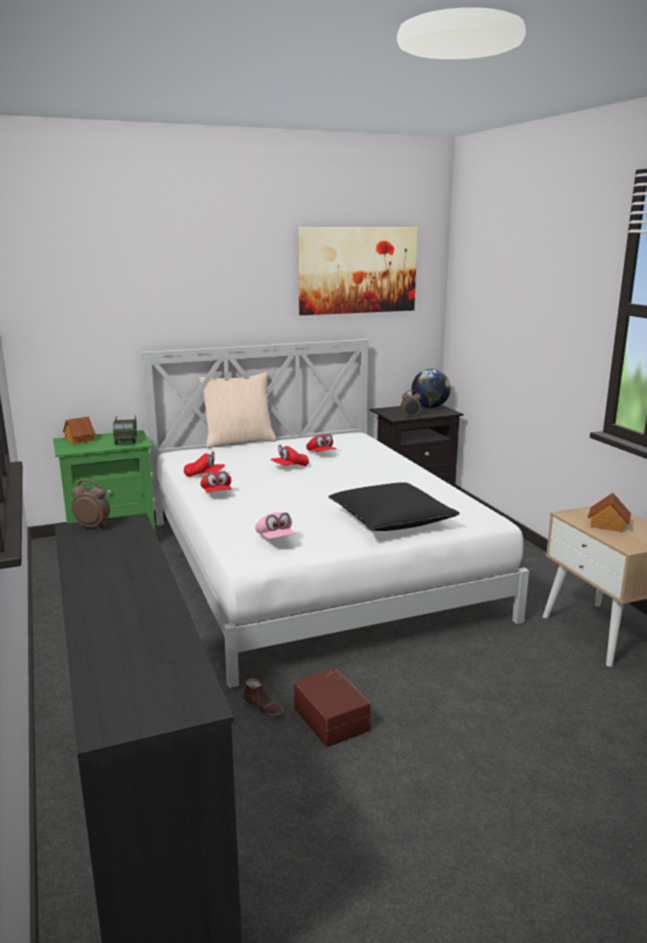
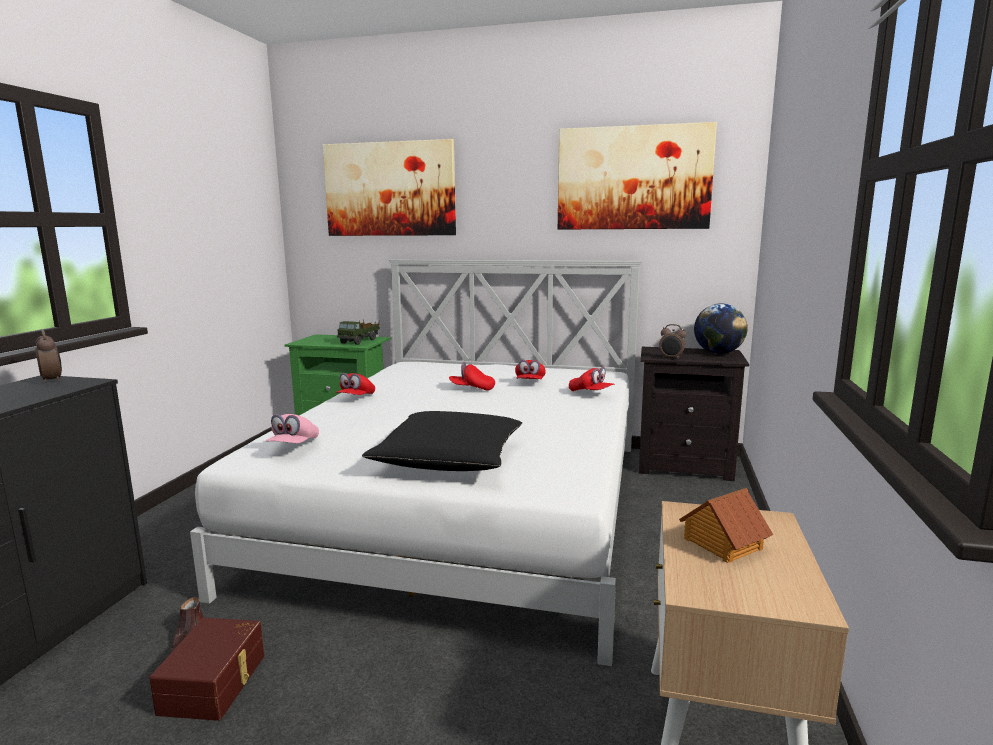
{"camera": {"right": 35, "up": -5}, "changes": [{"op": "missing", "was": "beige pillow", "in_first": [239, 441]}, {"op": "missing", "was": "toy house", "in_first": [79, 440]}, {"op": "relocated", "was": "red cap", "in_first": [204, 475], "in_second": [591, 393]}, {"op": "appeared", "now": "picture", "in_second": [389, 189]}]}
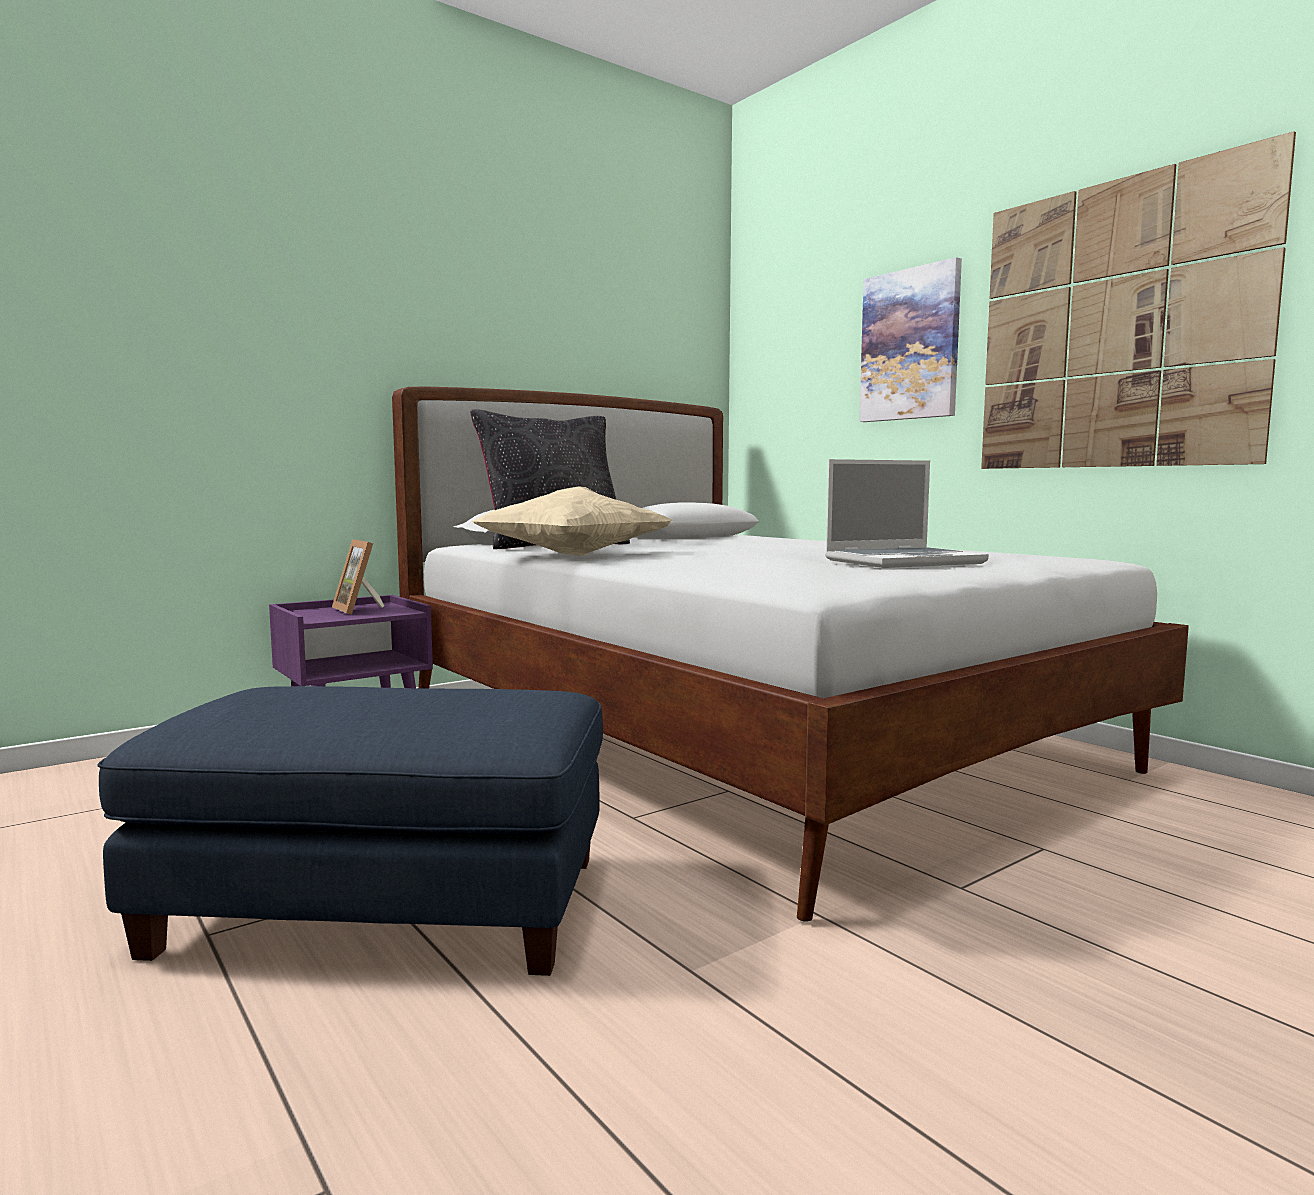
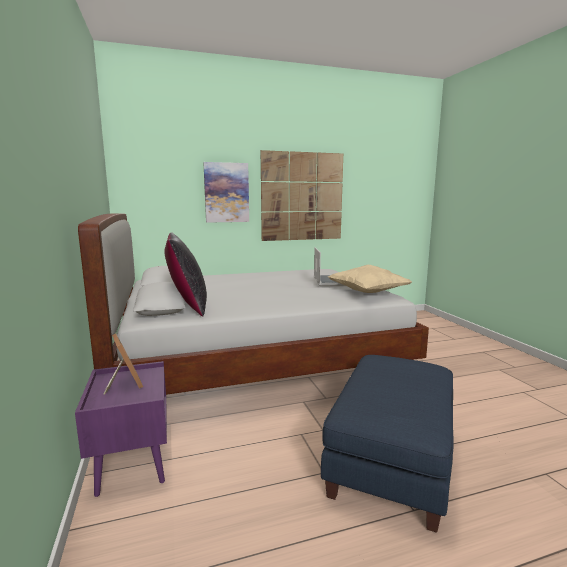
{"camera": {"right": -70, "up": 5}, "changes": [{"op": "relocated", "was": "beige pillow", "in_first": [572, 555], "in_second": [368, 293]}, {"op": "spun", "was": "picture frame", "in_first": [360, 610], "in_second": [124, 384], "clockwise": -105}]}
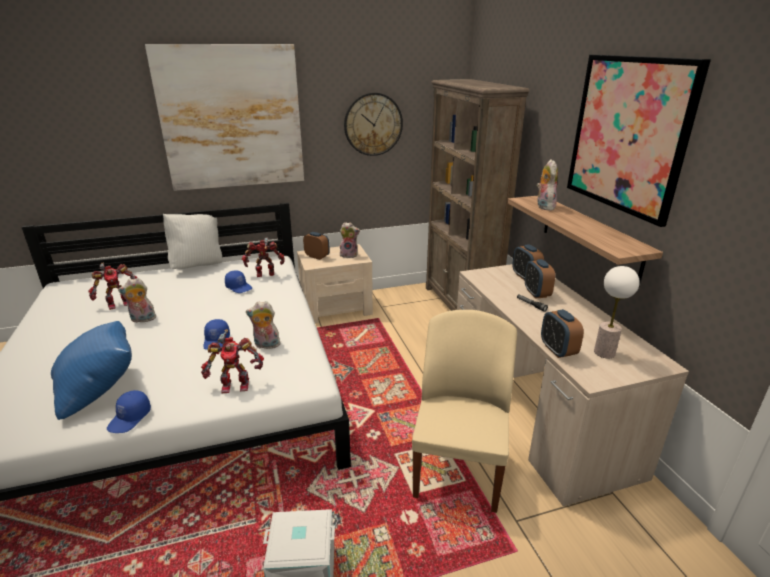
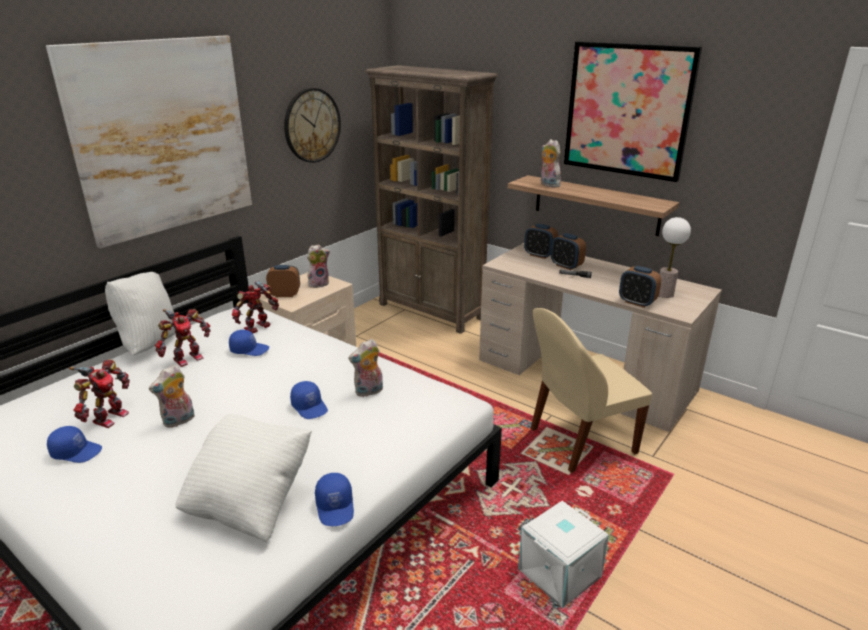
{"camera": {"right": -35, "up": 0}, "changes": [{"op": "spun", "was": "beige chair", "in_first": [459, 470], "in_second": [579, 441], "clockwise": -90}, {"op": "colour", "was": "blue pillow", "now": "white pillow", "in_first": [99, 389], "in_second": [250, 502]}, {"op": "relocated", "was": "toy robot", "in_first": [235, 384], "in_second": [187, 358]}, {"op": "appeared", "now": "blue cap", "in_second": [77, 451]}]}
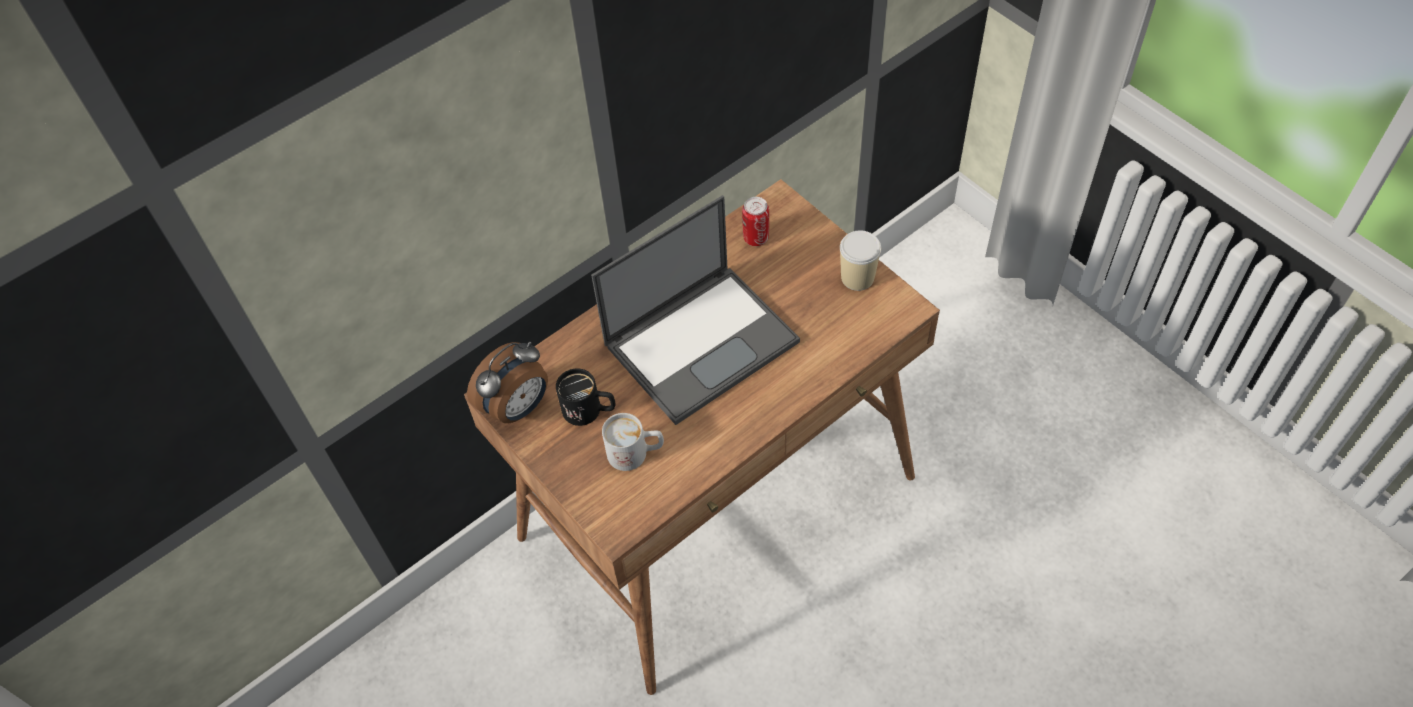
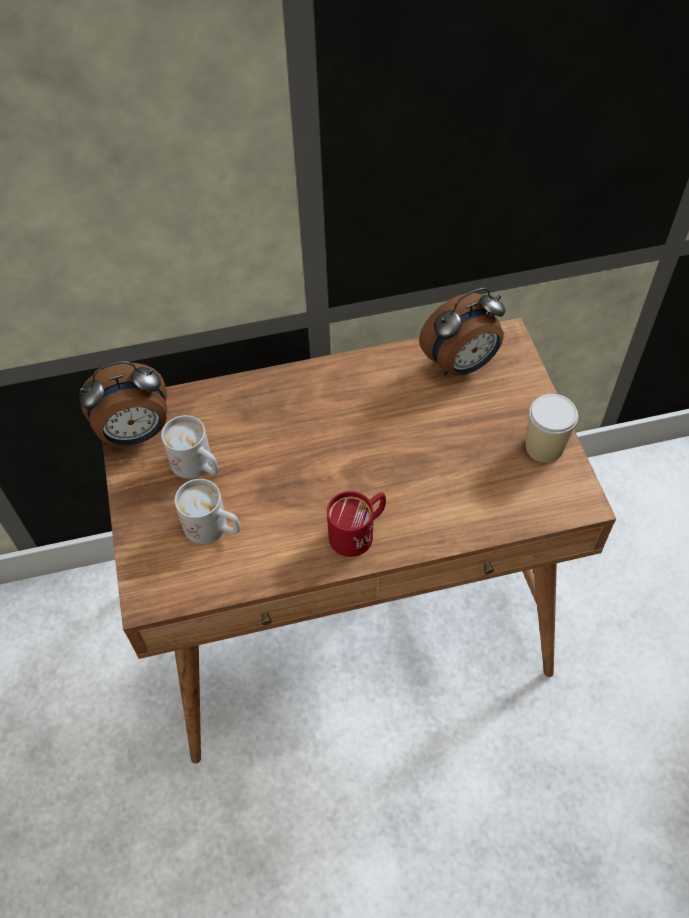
{"camera": {"right": 25, "up": 0}, "changes": [{"op": "missing", "was": "laptop", "in_first": [702, 341]}, {"op": "exchanged", "was": "can", "now": "alarm clock", "in_first": [756, 238], "in_second": [461, 365]}, {"op": "colour", "was": "black mug", "now": "white mug", "in_first": [590, 411], "in_second": [198, 466]}, {"op": "appeared", "now": "red mug", "in_second": [359, 531]}]}
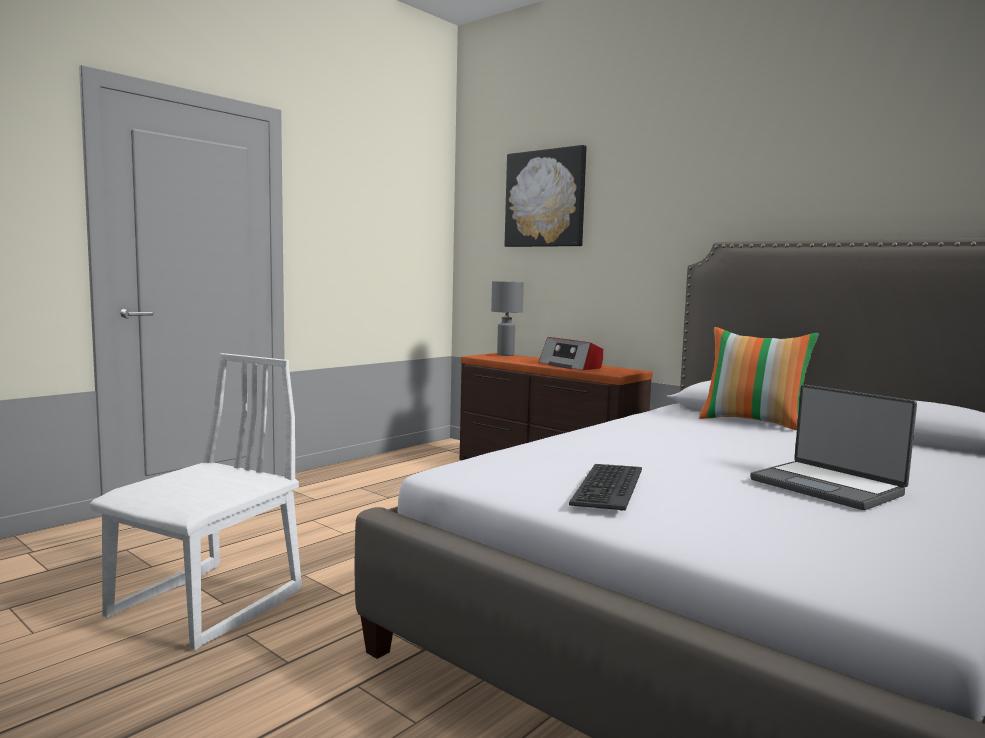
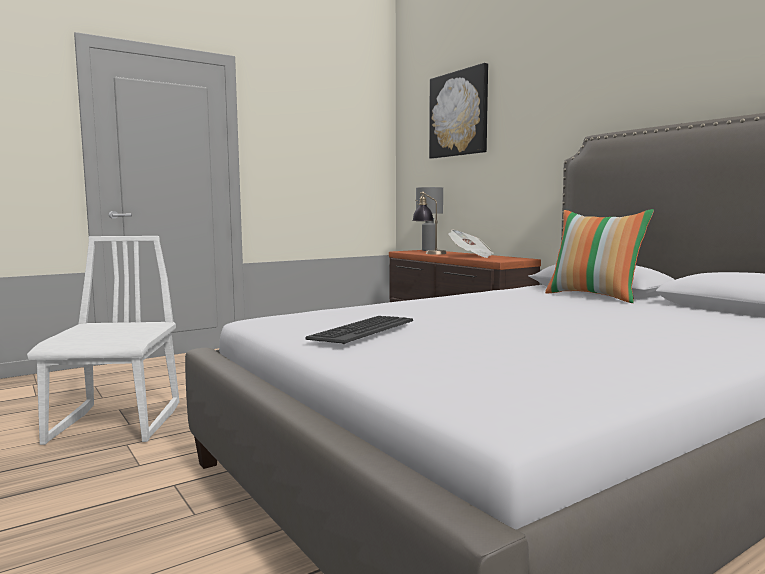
{"camera": {"right": 15, "up": 0}, "changes": [{"op": "exchanged", "was": "radio", "now": "newspaper", "in_first": [571, 366], "in_second": [471, 256]}, {"op": "spun", "was": "white chair", "in_first": [208, 605], "in_second": [117, 424], "clockwise": -45}, {"op": "missing", "was": "laptop", "in_first": [828, 487]}, {"op": "appeared", "now": "table lamp", "in_second": [429, 253]}]}
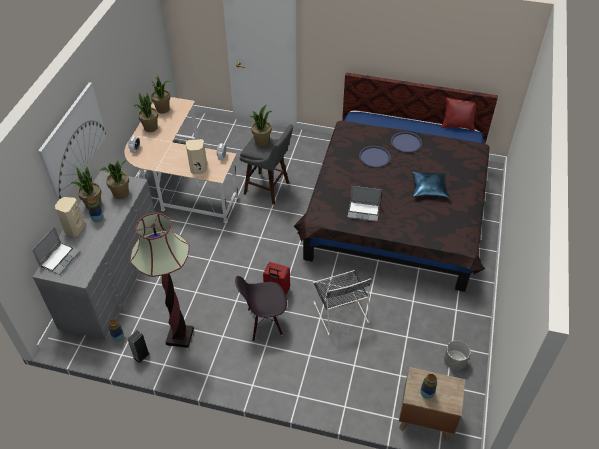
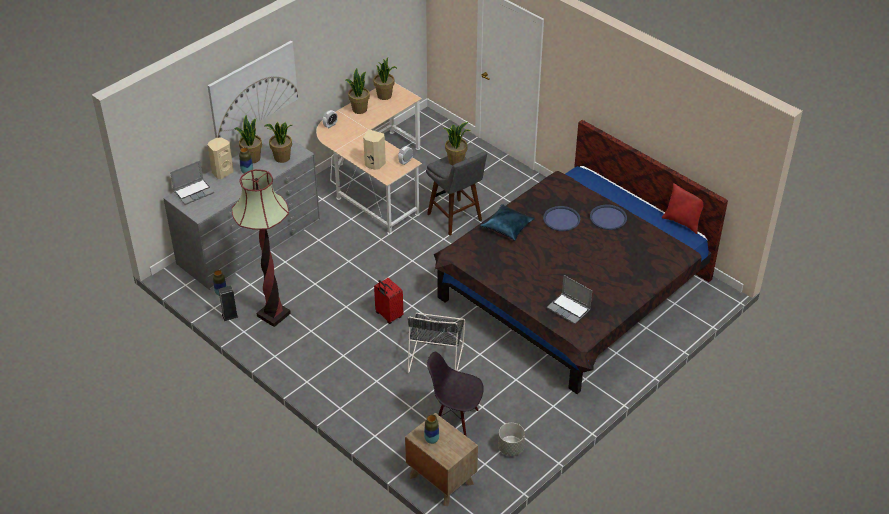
{"camera": {"right": 30, "up": -5}, "changes": [{"op": "relocated", "was": "blue pillow", "in_first": [429, 188], "in_second": [507, 227]}, {"op": "relocated", "was": "laptop", "in_first": [364, 211], "in_second": [569, 309]}, {"op": "relocated", "was": "black chair", "in_first": [264, 323], "in_second": [455, 420]}]}
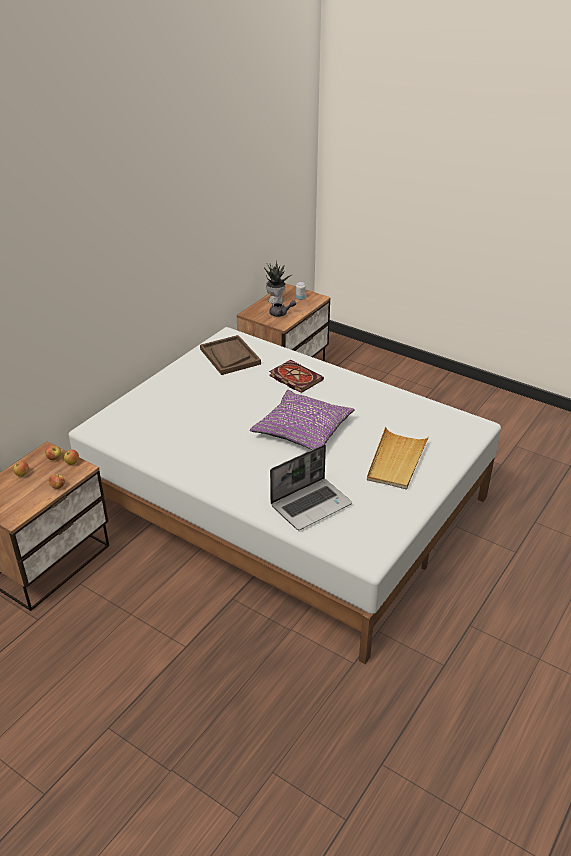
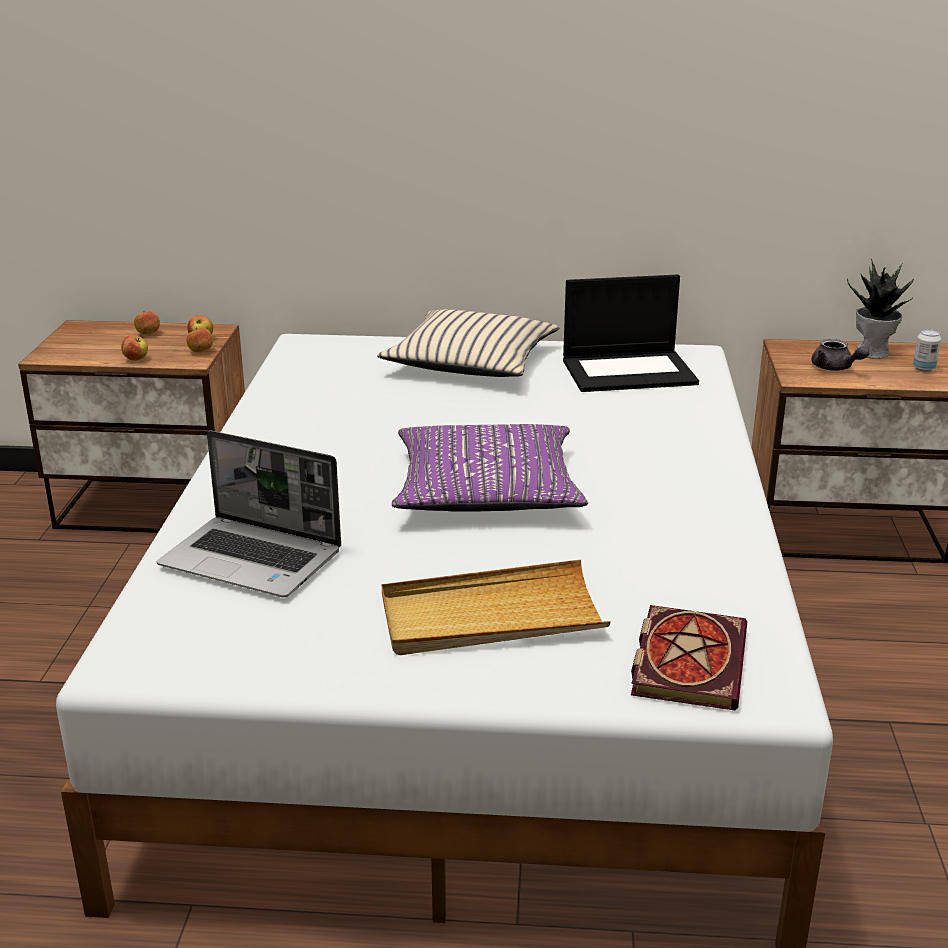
{"camera": {"right": 60, "up": -10}, "changes": [{"op": "exchanged", "was": "brown tray", "now": "laptop", "in_first": [230, 356], "in_second": [630, 371]}, {"op": "relocated", "was": "book", "in_first": [294, 378], "in_second": [687, 660]}, {"op": "appeared", "now": "beige pillow", "in_second": [471, 361]}]}
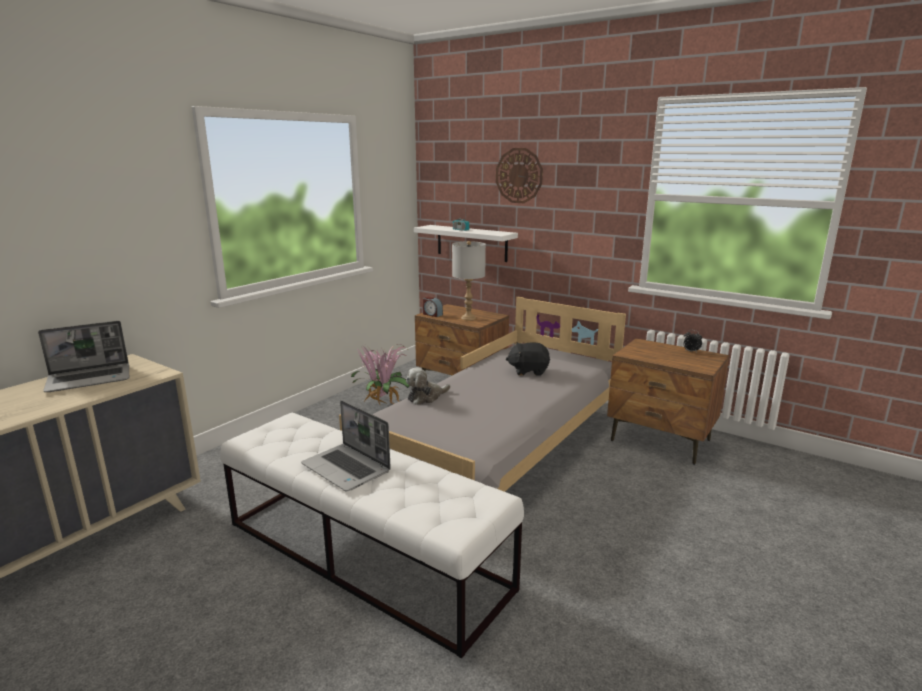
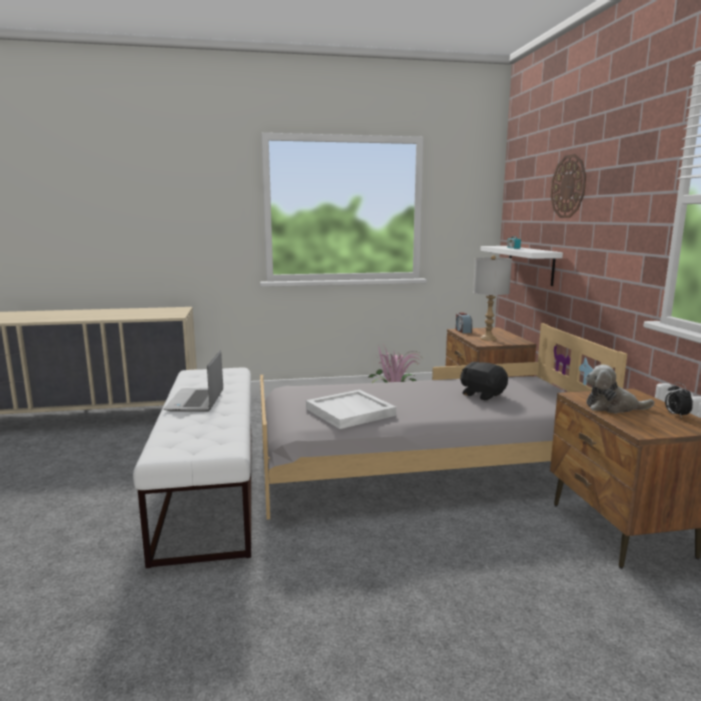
{"camera": {"right": 45, "up": -5}, "changes": [{"op": "missing", "was": "laptop", "in_first": [90, 379]}, {"op": "relocated", "was": "plush toy", "in_first": [426, 397], "in_second": [612, 407]}, {"op": "appeared", "now": "white tray", "in_second": [351, 412]}]}
